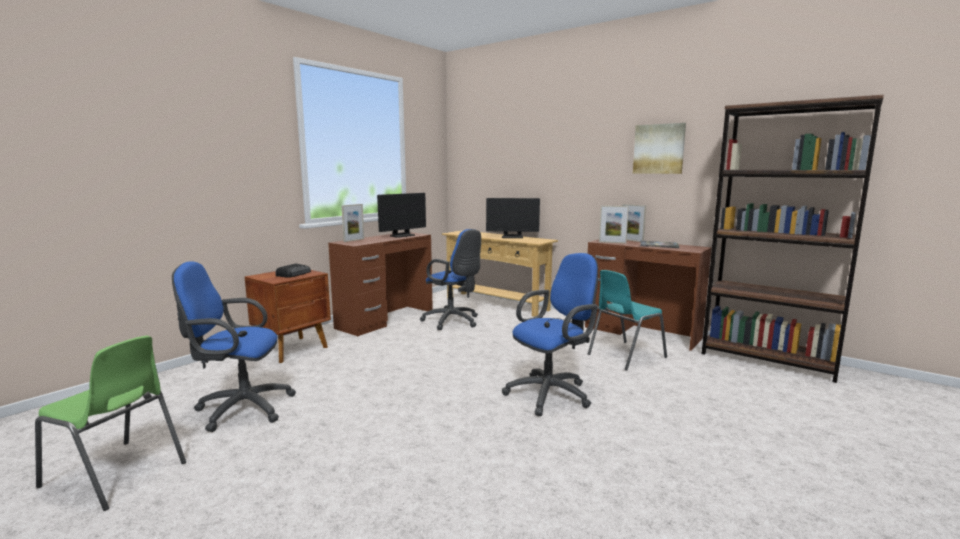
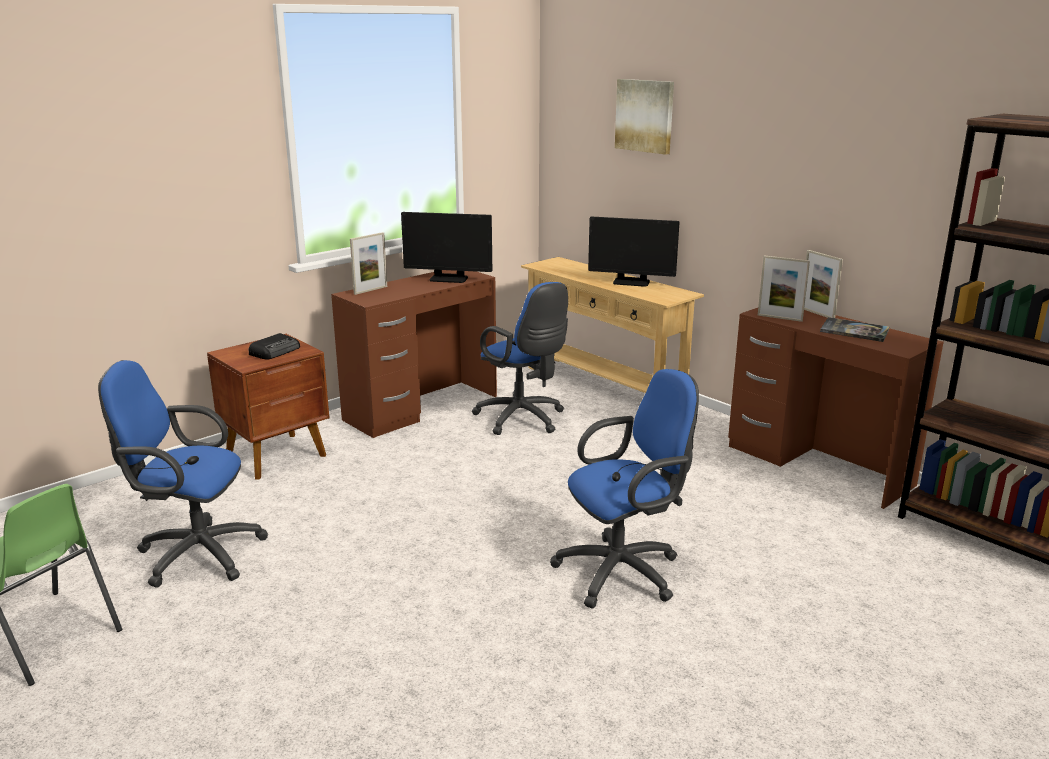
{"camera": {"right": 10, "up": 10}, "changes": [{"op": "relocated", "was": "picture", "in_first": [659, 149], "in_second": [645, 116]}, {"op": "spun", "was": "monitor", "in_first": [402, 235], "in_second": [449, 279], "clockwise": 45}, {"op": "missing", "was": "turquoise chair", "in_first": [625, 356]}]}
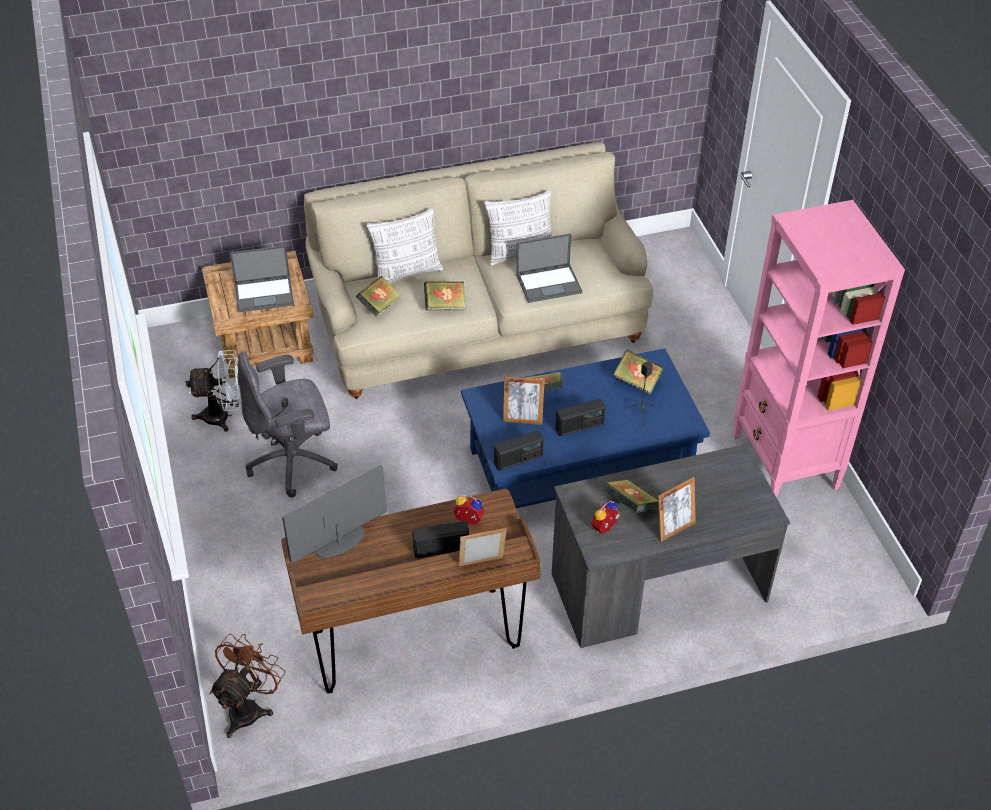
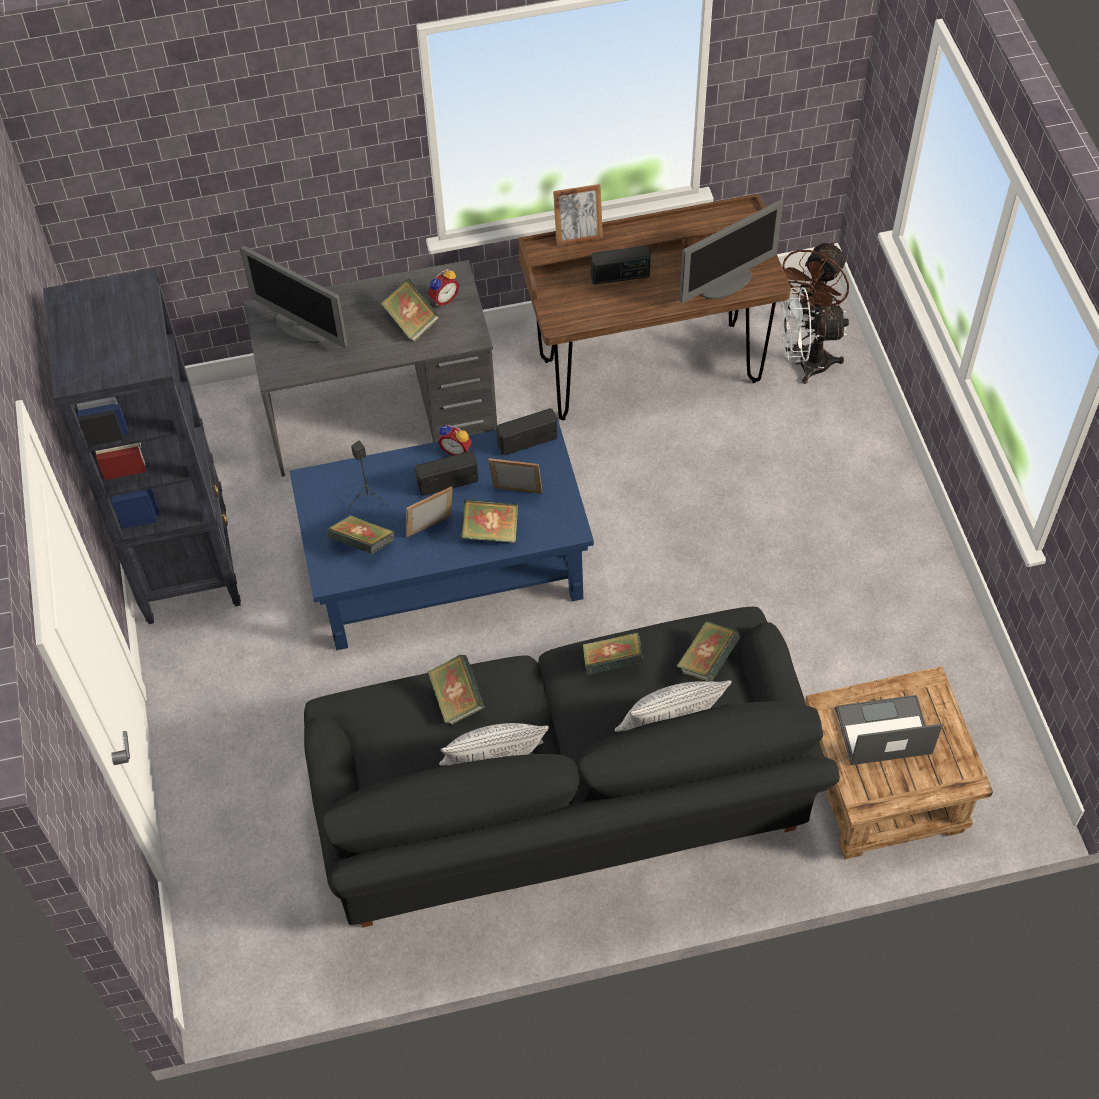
{"camera": {"right": -175, "up": 10}, "changes": [{"op": "colour", "was": "beige sofa", "now": "black sofa", "in_first": [478, 325], "in_second": [563, 810]}, {"op": "colour", "was": "pink bookcase", "now": "black bookcase", "in_first": [784, 463], "in_second": [187, 564]}, {"op": "exchanged", "was": "laptop", "now": "book", "in_first": [549, 283], "in_second": [457, 699]}, {"op": "relocated", "was": "white fan", "in_first": [223, 416], "in_second": [805, 363]}, {"op": "missing", "was": "grey office chair", "in_first": [293, 462]}, {"op": "relocated", "was": "picture frame", "in_first": [674, 528], "in_second": [431, 531]}, {"op": "relocated", "was": "alarm clock", "in_first": [468, 522], "in_second": [456, 450]}, {"op": "appeared", "now": "monitor", "in_second": [301, 328]}]}
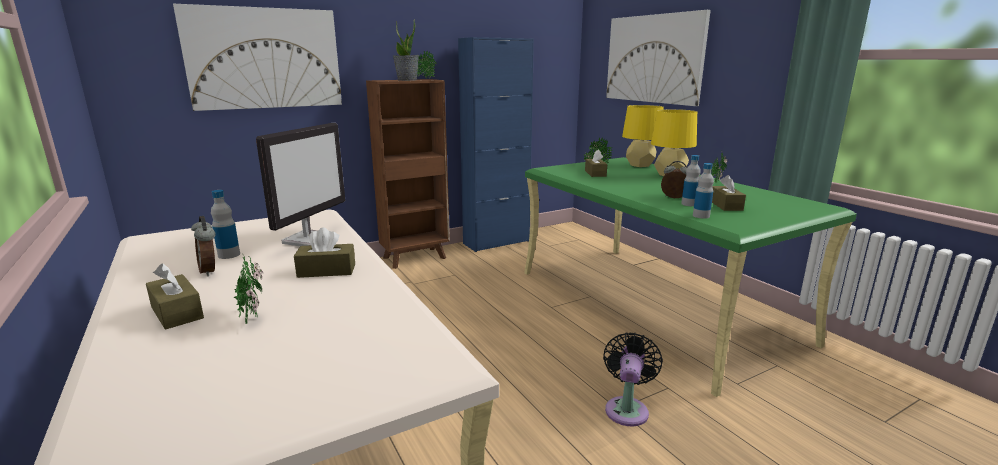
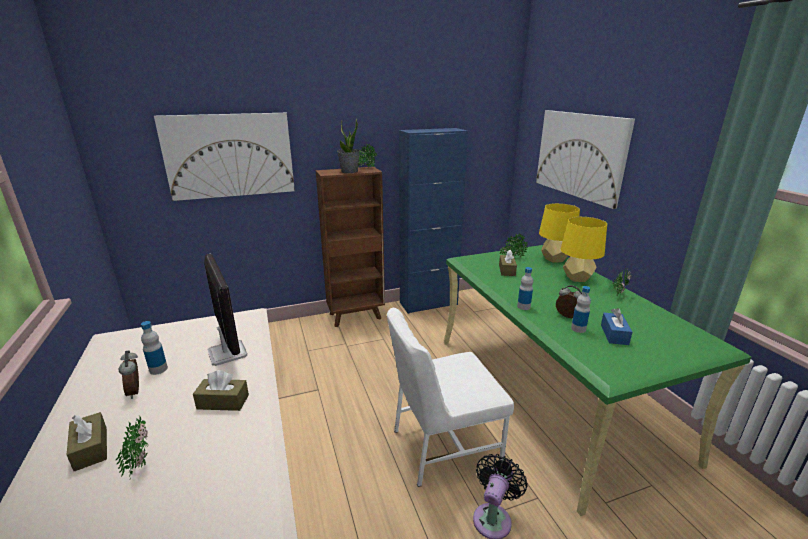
{"camera": {"right": 10, "up": 5}, "changes": [{"op": "spun", "was": "monitor", "in_first": [309, 239], "in_second": [227, 353], "clockwise": -60}, {"op": "relocated", "was": "bottle", "in_first": [701, 216], "in_second": [523, 307]}, {"op": "colour", "was": "brown tissue box", "now": "blue tissue box", "in_first": [725, 205], "in_second": [614, 334]}, {"op": "appeared", "now": "white chair", "in_second": [443, 446]}]}
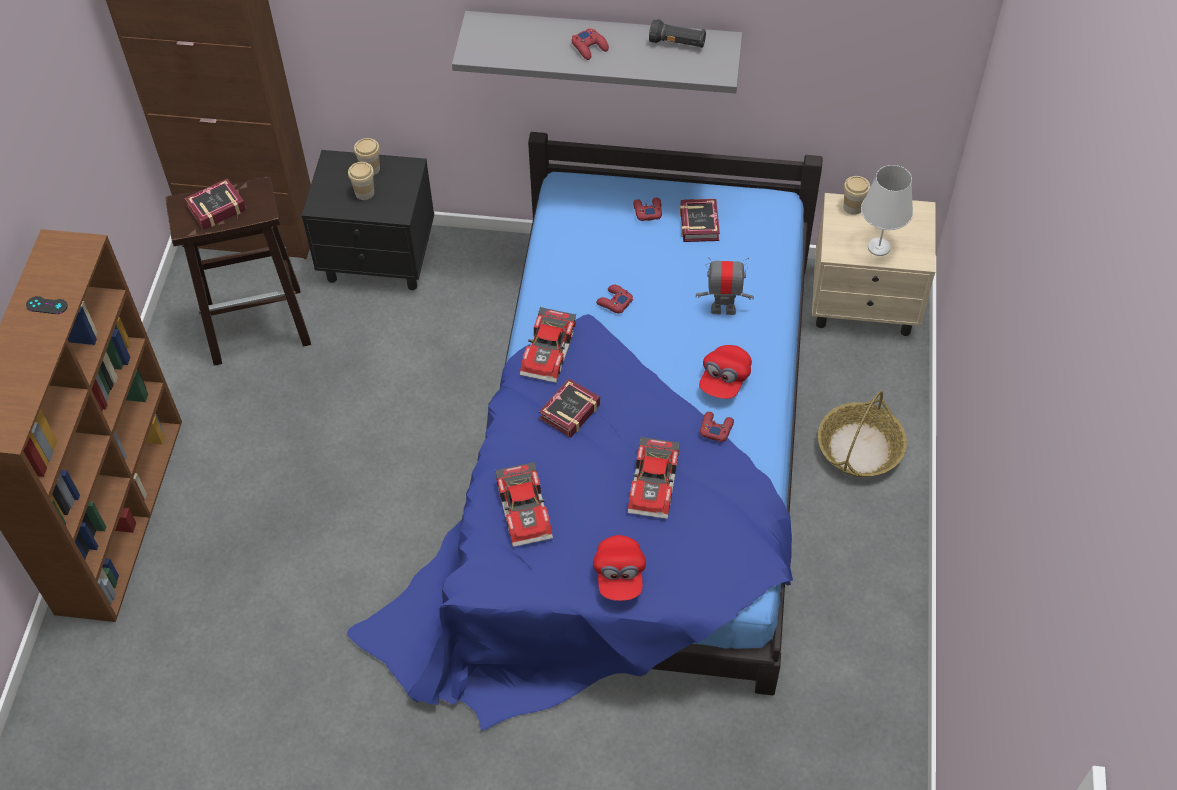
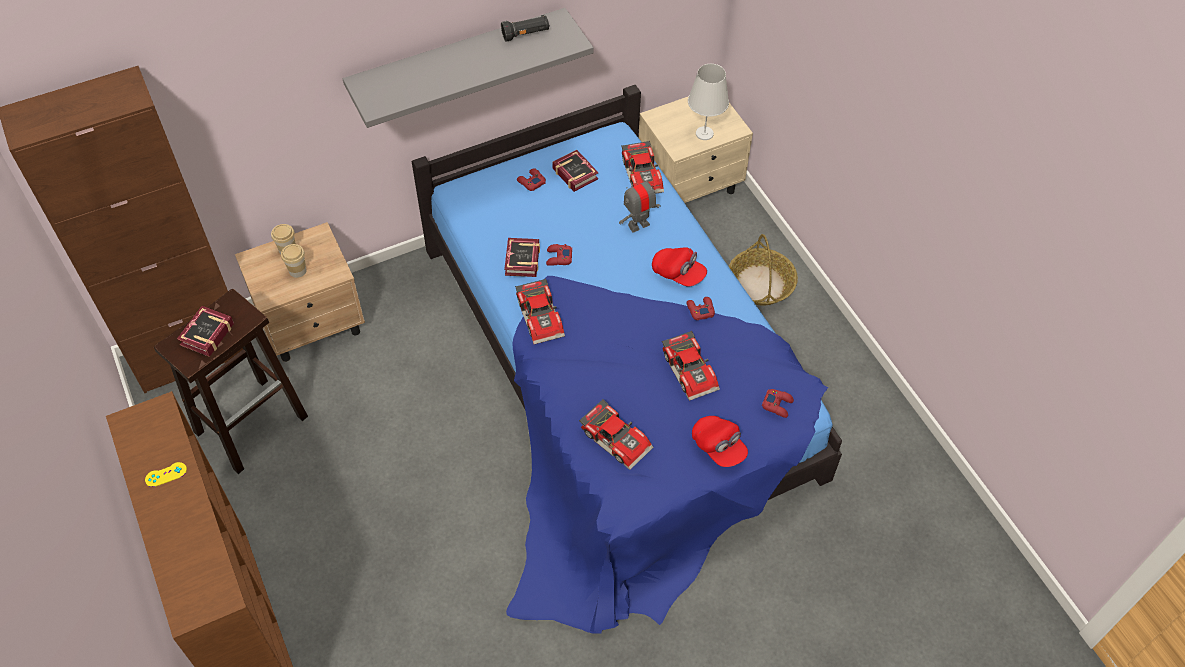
{"camera": {"right": -35, "up": 0}, "changes": [{"op": "relocated", "was": "red game controller", "in_first": [590, 47], "in_second": [777, 405]}, {"op": "colour", "was": "black nightstand", "now": "beige nightstand", "in_first": [380, 259], "in_second": [313, 324]}, {"op": "missing", "was": "cup", "in_first": [853, 207]}, {"op": "colour", "was": "black game controller", "now": "yellow game controller", "in_first": [47, 305], "in_second": [166, 474]}, {"op": "spun", "was": "red cap", "in_first": [724, 380], "in_second": [678, 274], "clockwise": -45}, {"op": "relocated", "was": "book", "in_first": [567, 412], "in_second": [521, 262]}, {"op": "appeared", "now": "toy car", "in_second": [643, 174]}]}
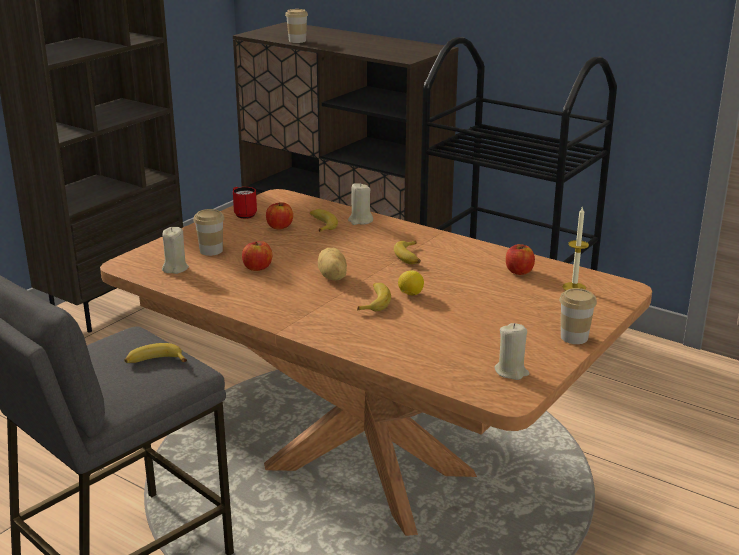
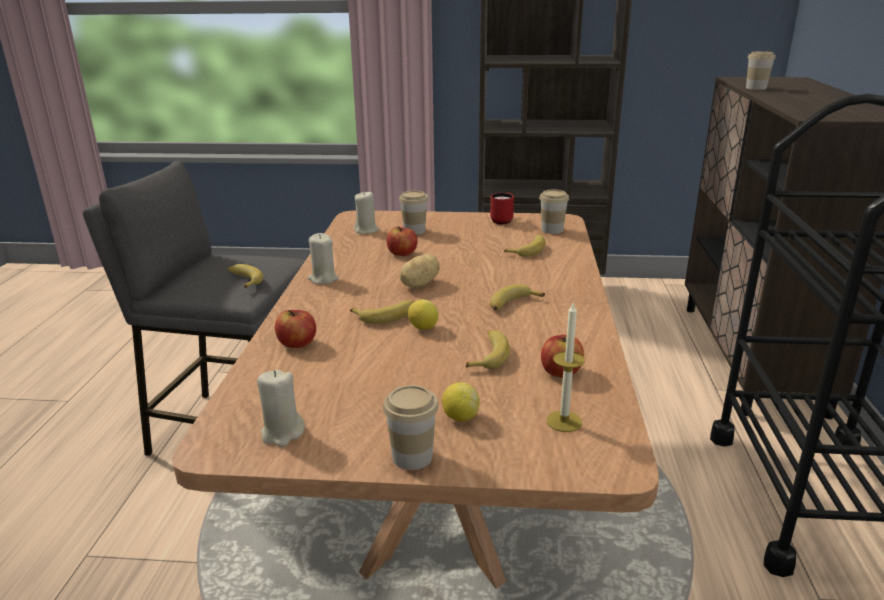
{"camera": {"right": 60, "up": 0}, "changes": [{"op": "relocated", "was": "beige candle", "in_first": [360, 221], "in_second": [323, 279]}, {"op": "relocated", "was": "apple", "in_first": [279, 227], "in_second": [297, 343]}, {"op": "appeared", "now": "cup", "in_second": [552, 230]}, {"op": "appeared", "now": "banana", "in_second": [488, 355]}, {"op": "appeared", "now": "lemon", "in_second": [460, 417]}]}
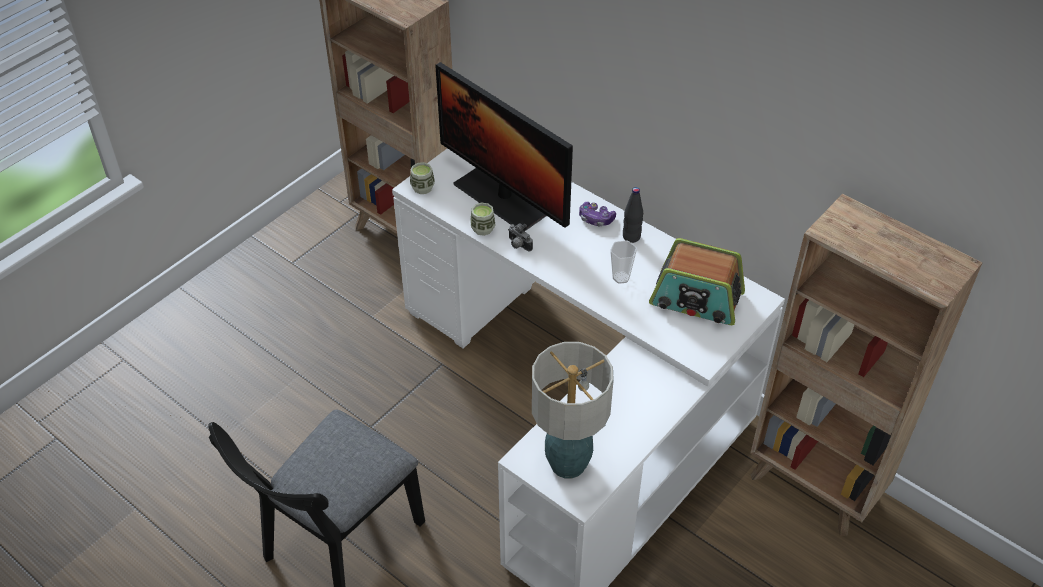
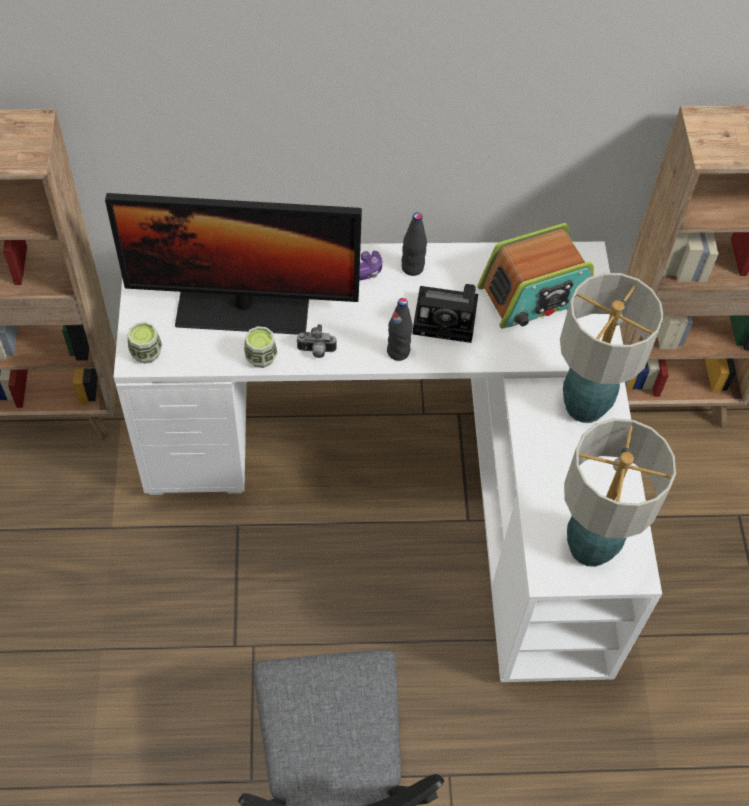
{"camera": {"right": -45, "up": 10}, "changes": [{"op": "exchanged", "was": "cup", "now": "photo camera", "in_first": [621, 277], "in_second": [448, 318]}, {"op": "appeared", "now": "table lamp", "in_second": [584, 405]}, {"op": "appeared", "now": "black bottle", "in_second": [398, 352]}]}
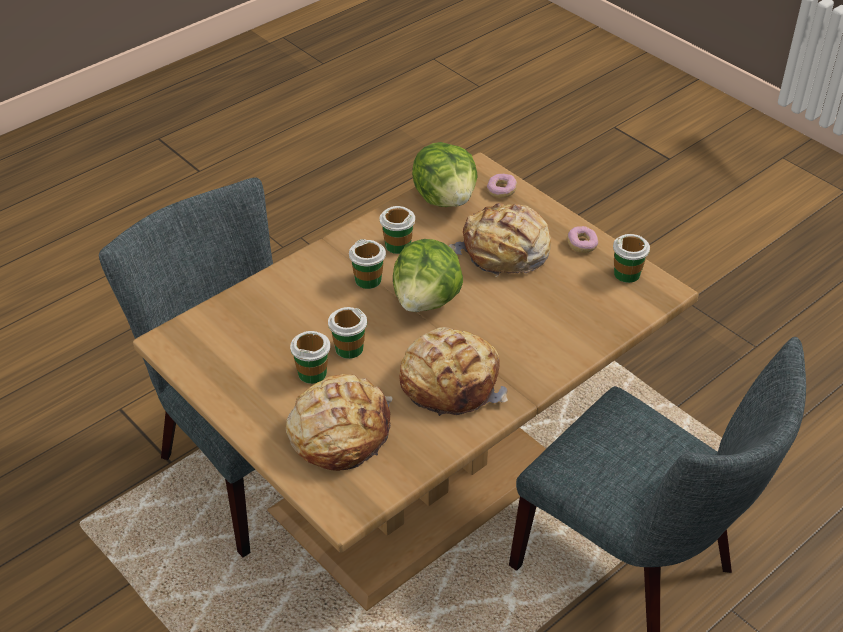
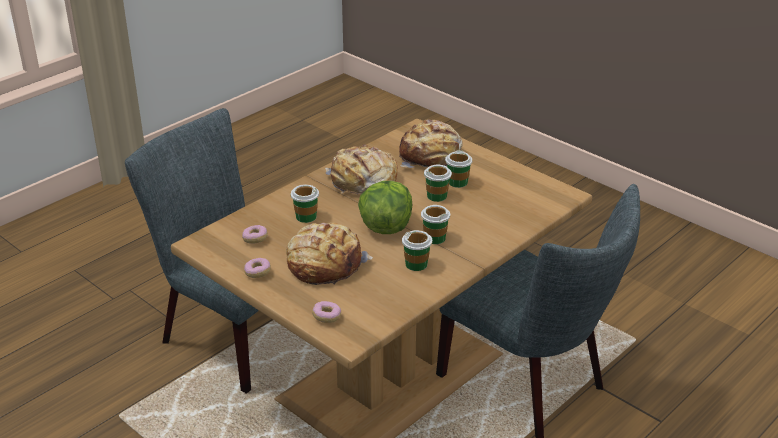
{"camera": {"right": 175, "up": -10}, "changes": [{"op": "missing", "was": "lettuce", "in_first": [446, 198]}, {"op": "relocated", "was": "cup", "in_first": [627, 274], "in_second": [306, 217]}, {"op": "appeared", "now": "donut", "in_second": [255, 239]}]}
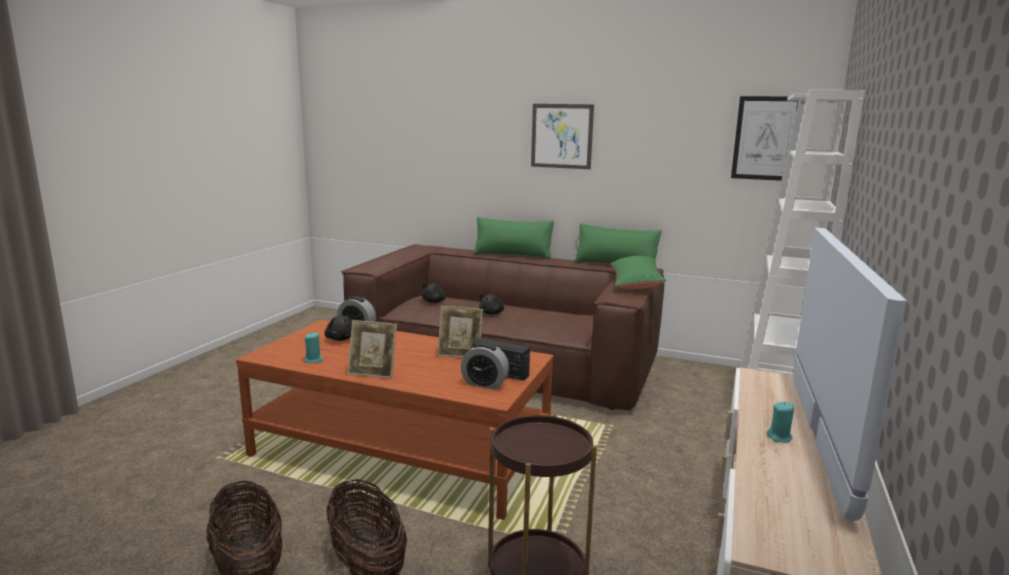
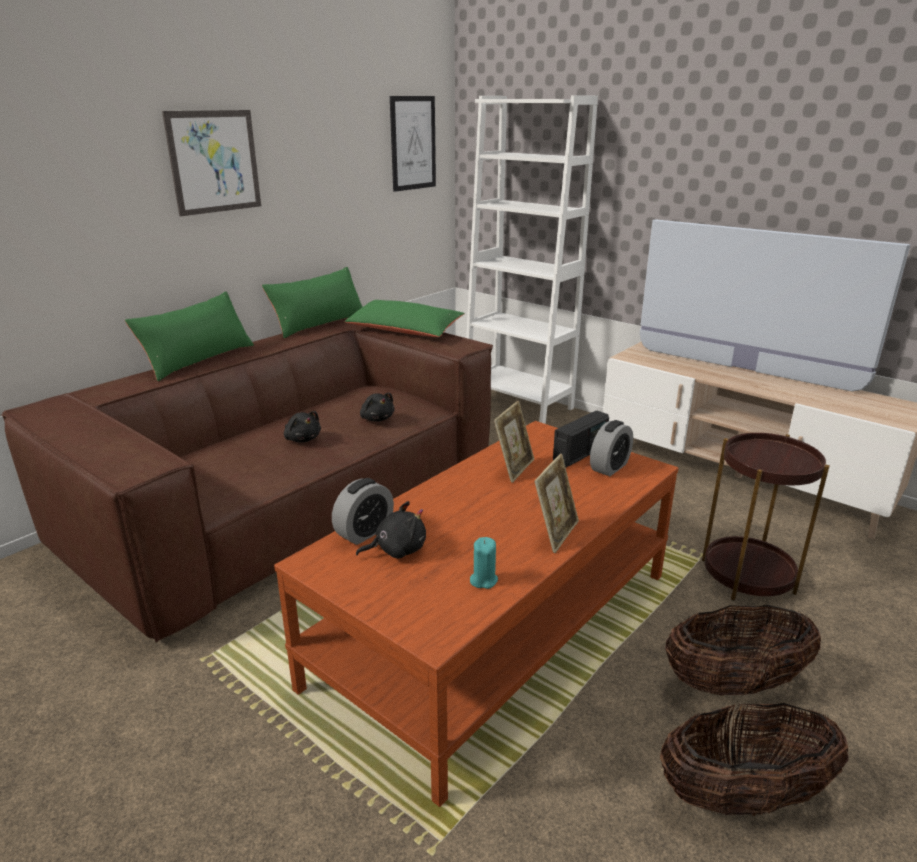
{"camera": {"right": -70, "up": 10}, "changes": [{"op": "relocated", "was": "black plush toy", "in_first": [435, 302], "in_second": [377, 418]}, {"op": "missing", "was": "turquoise candle", "in_first": [779, 437]}]}
